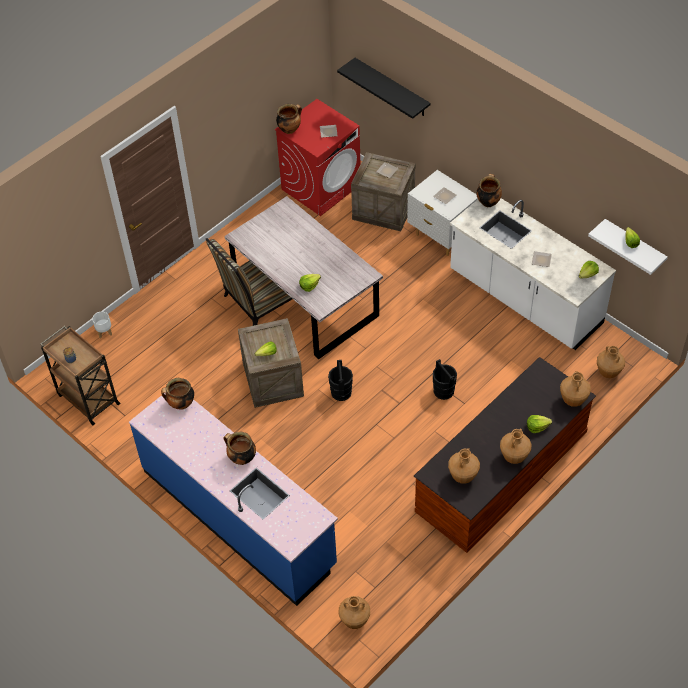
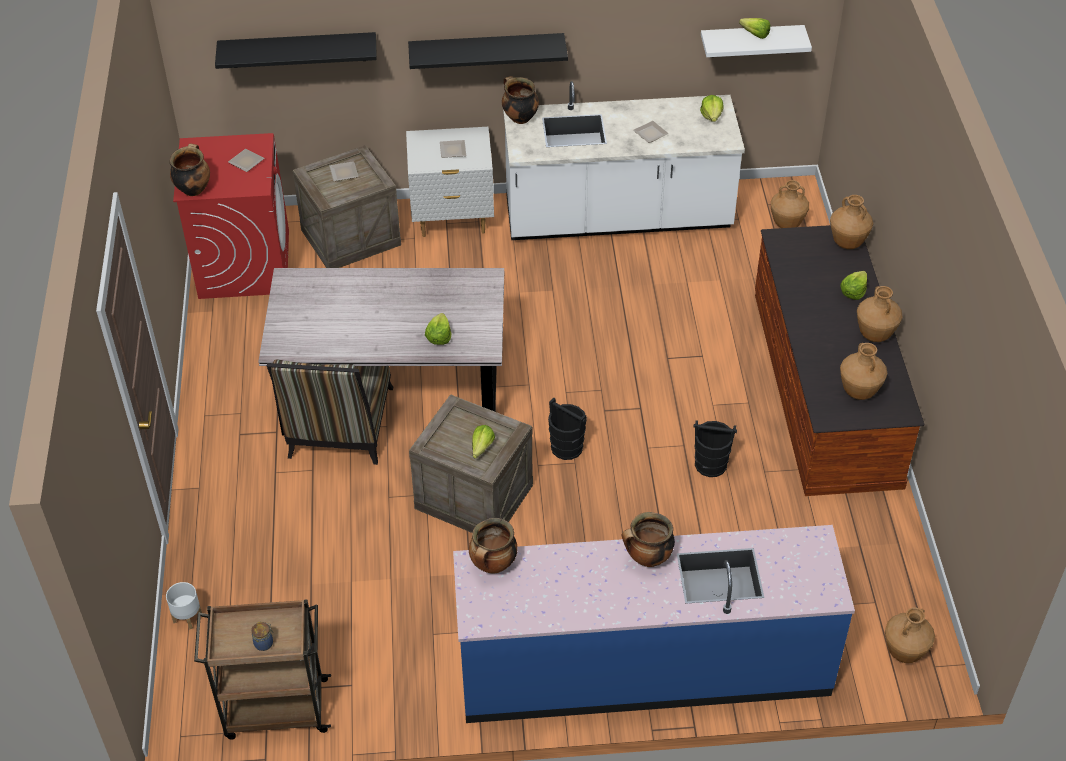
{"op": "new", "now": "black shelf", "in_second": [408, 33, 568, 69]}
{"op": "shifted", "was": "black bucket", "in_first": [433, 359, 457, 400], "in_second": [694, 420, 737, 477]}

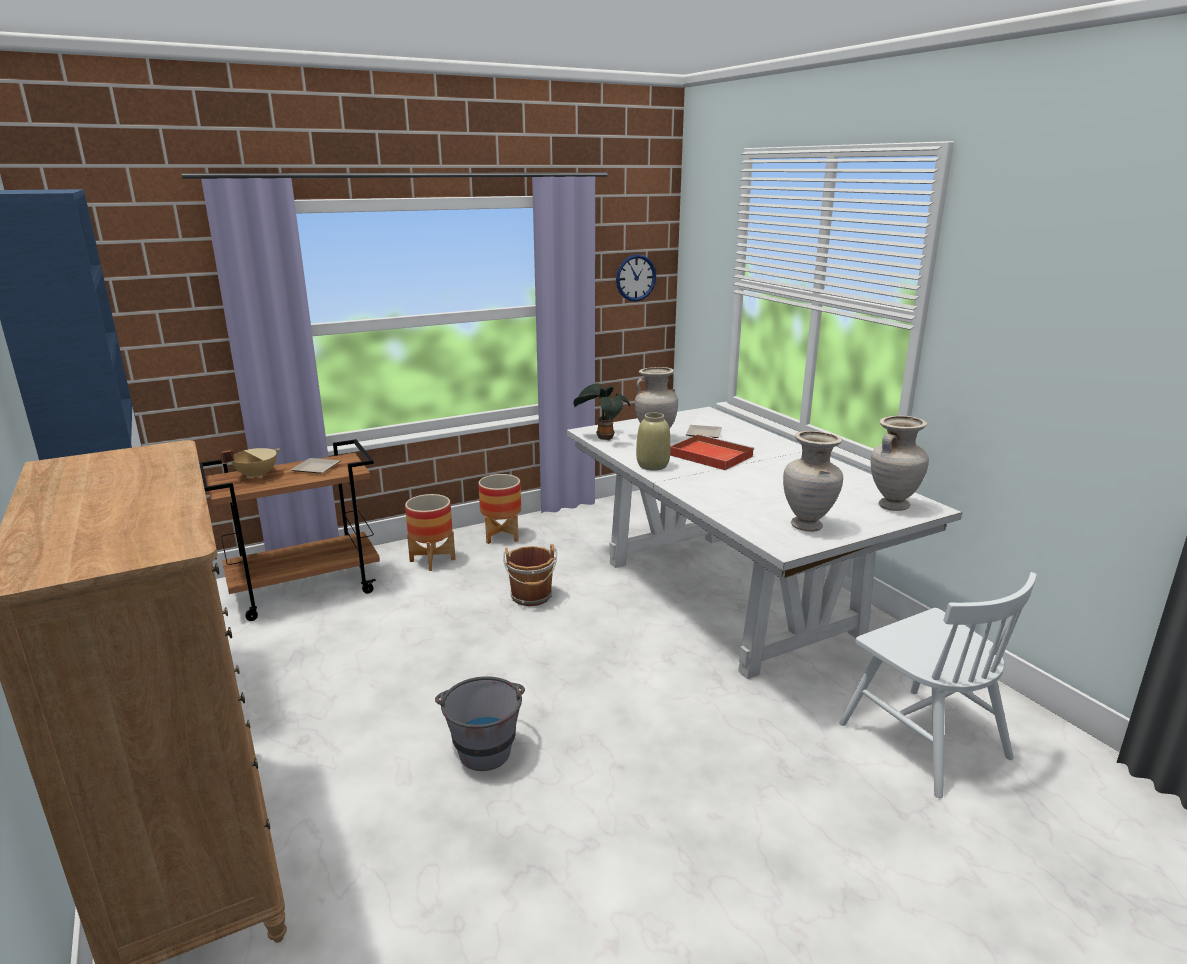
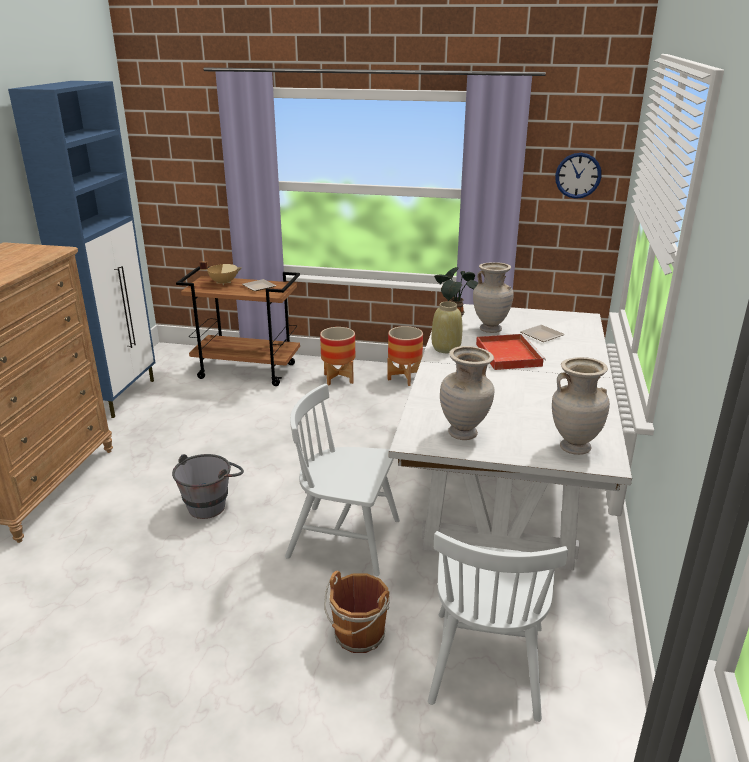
{"op": "new", "now": "white chair", "in_second": [285, 384, 400, 576]}
{"op": "shifted", "was": "brown bucket", "in_first": [503, 544, 557, 606], "in_second": [324, 571, 390, 653]}

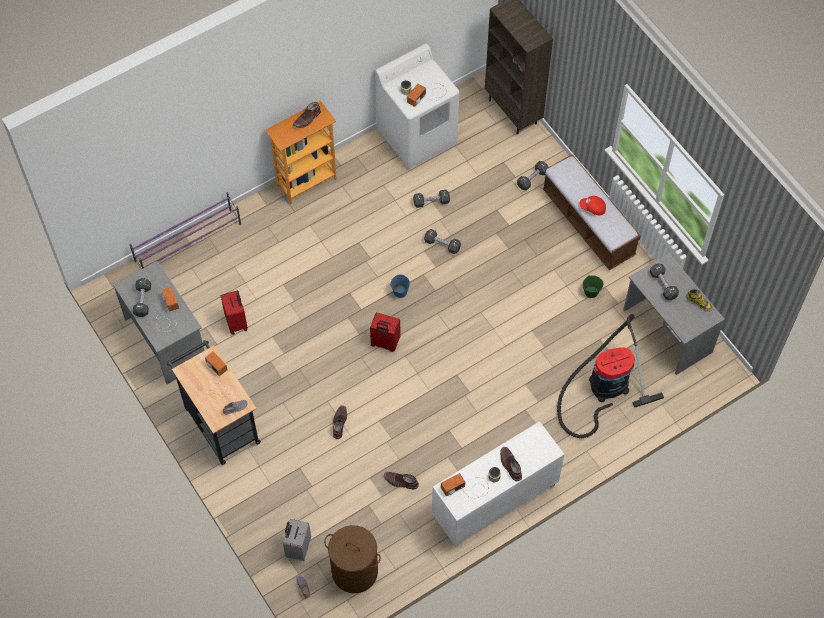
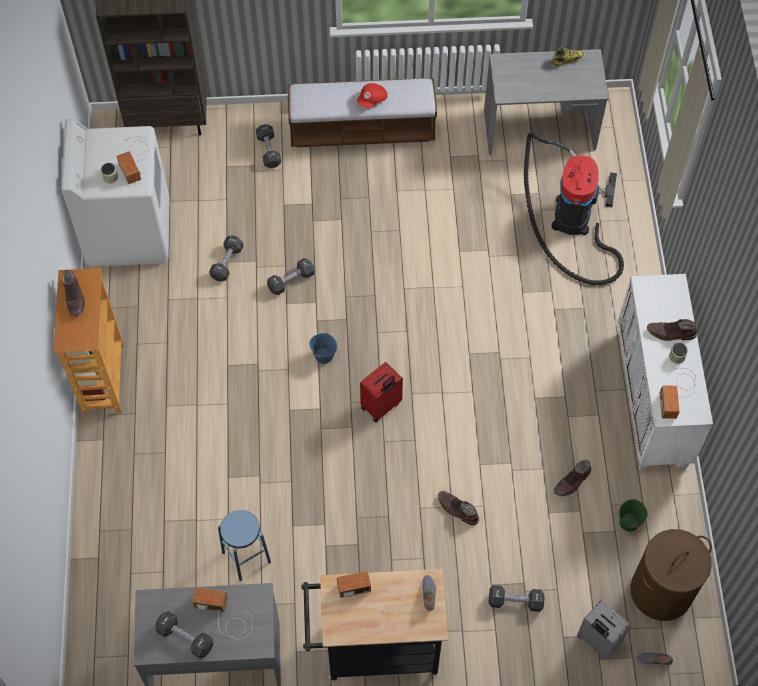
{"op": "gone", "was": "purple shoe rack", "in_first": [130, 192, 241, 269]}
{"op": "shifted", "was": "green bucket", "in_first": [582, 275, 604, 298], "in_second": [619, 499, 647, 532]}
{"op": "shifted", "was": "black dumbbell", "in_first": [650, 264, 679, 300], "in_second": [489, 585, 545, 612]}
{"op": "swapped", "was": "red suitcase", "now": "blue stool", "in_first": [221, 290, 248, 335], "in_second": [218, 510, 271, 581]}

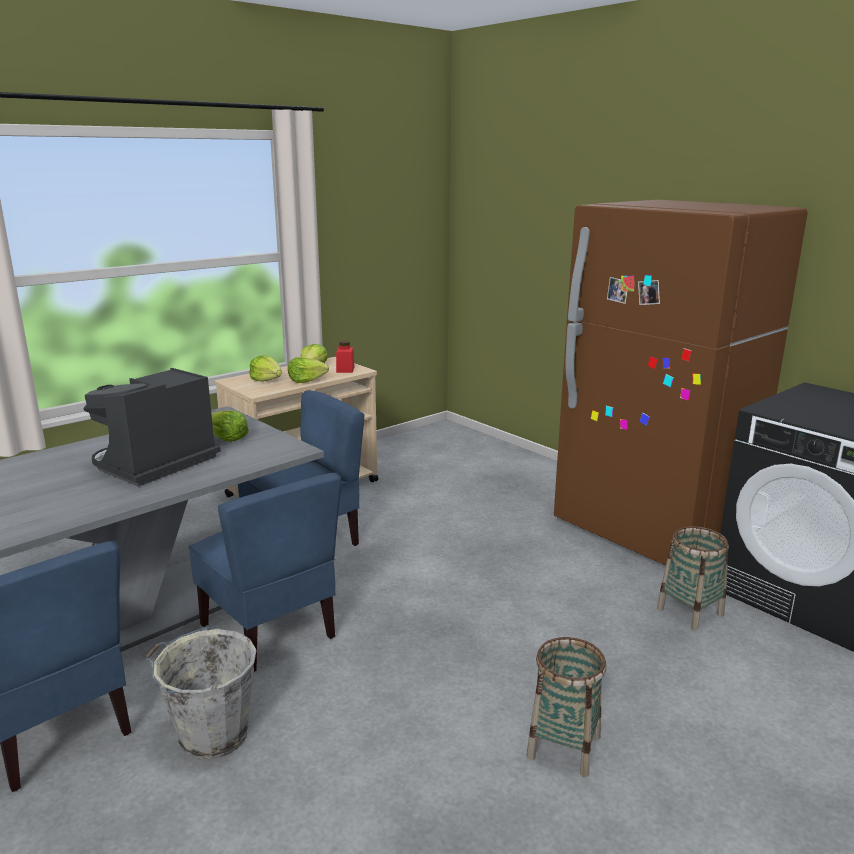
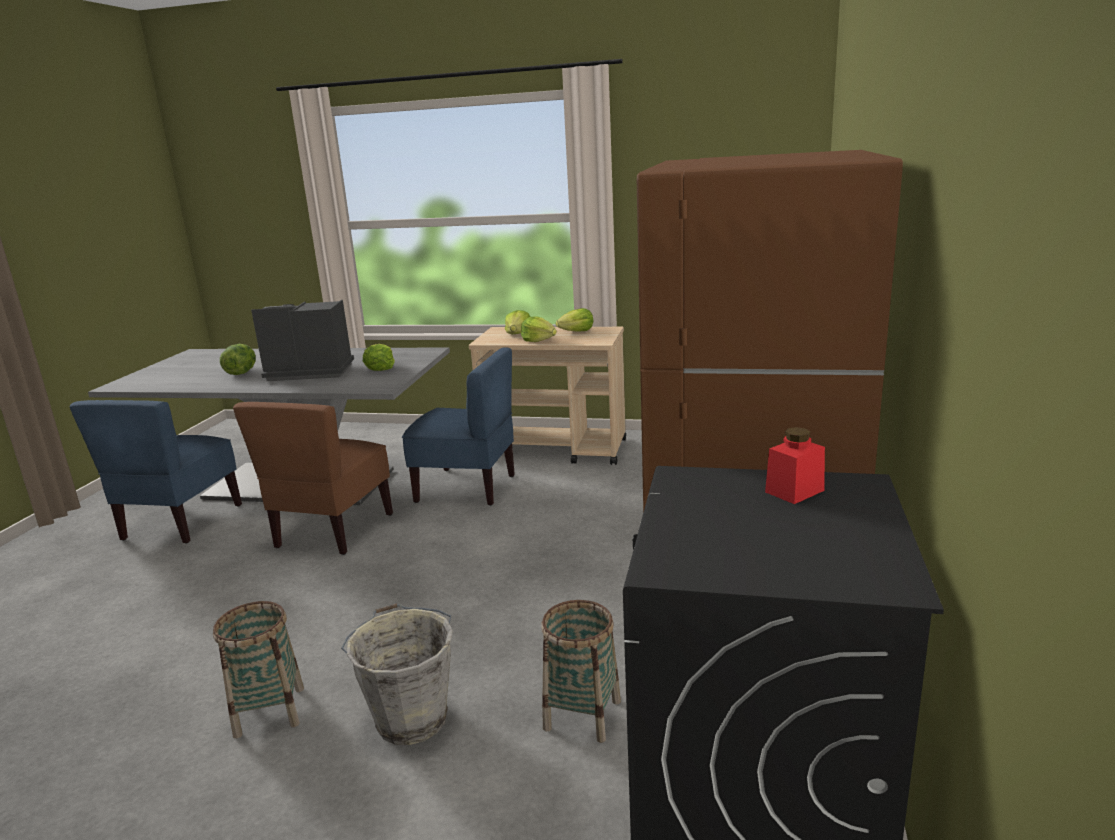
{"op": "new", "now": "lettuce", "in_second": [220, 344, 256, 375]}
{"op": "shifted", "was": "grey bucket", "in_first": [145, 626, 257, 760], "in_second": [341, 603, 453, 745]}
{"op": "shifted", "was": "red jar", "in_first": [336, 341, 355, 373], "in_second": [765, 427, 825, 504]}
{"op": "repainted", "was": "blue chair", "now": "brown chair", "in_first": [189, 473, 342, 672], "in_second": [233, 402, 393, 555]}

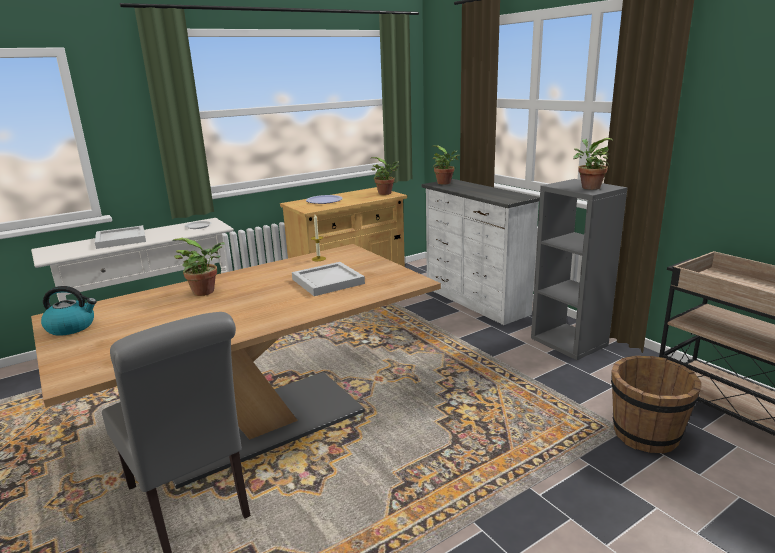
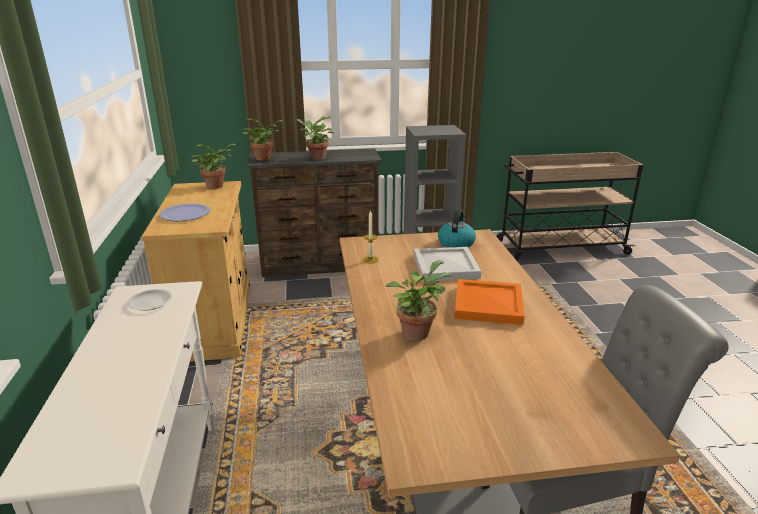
{"op": "gone", "was": "white tray", "in_first": [95, 225, 146, 249]}
{"op": "gone", "was": "brown bucket", "in_first": [611, 356, 701, 454]}
{"op": "new", "now": "orange tray", "in_second": [454, 279, 525, 325]}
{"op": "shifted", "was": "kettle", "in_first": [41, 286, 97, 336], "in_second": [438, 209, 476, 248]}
{"op": "shifted", "was": "potted plant", "in_first": [573, 138, 612, 190], "in_second": [296, 116, 334, 160]}
{"op": "repainted", "was": "white dresser", "now": "brown dresser", "in_first": [421, 179, 540, 325], "in_second": [247, 149, 381, 277]}

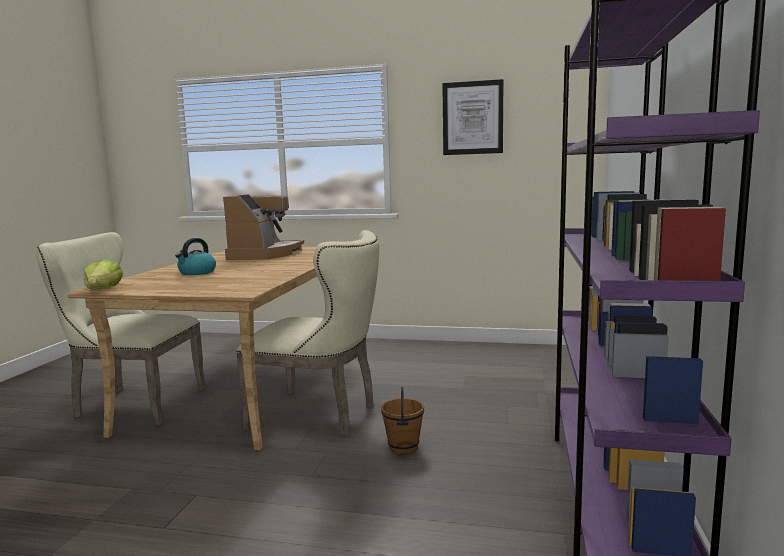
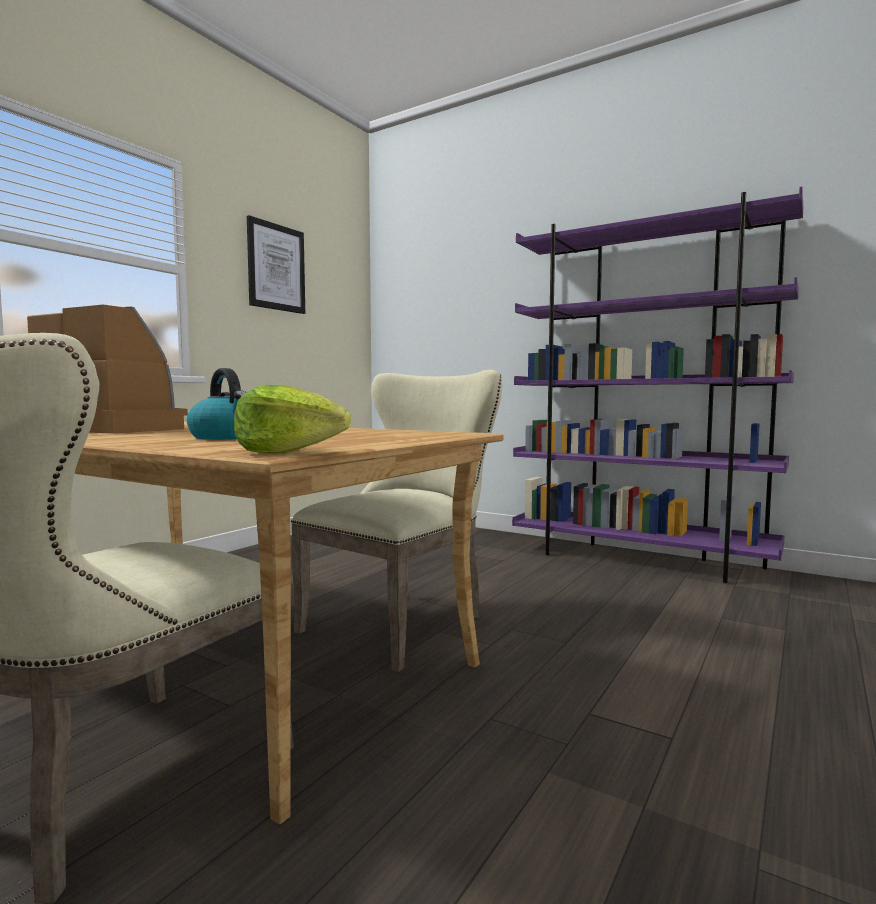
{"op": "gone", "was": "brown bucket", "in_first": [381, 387, 424, 454]}

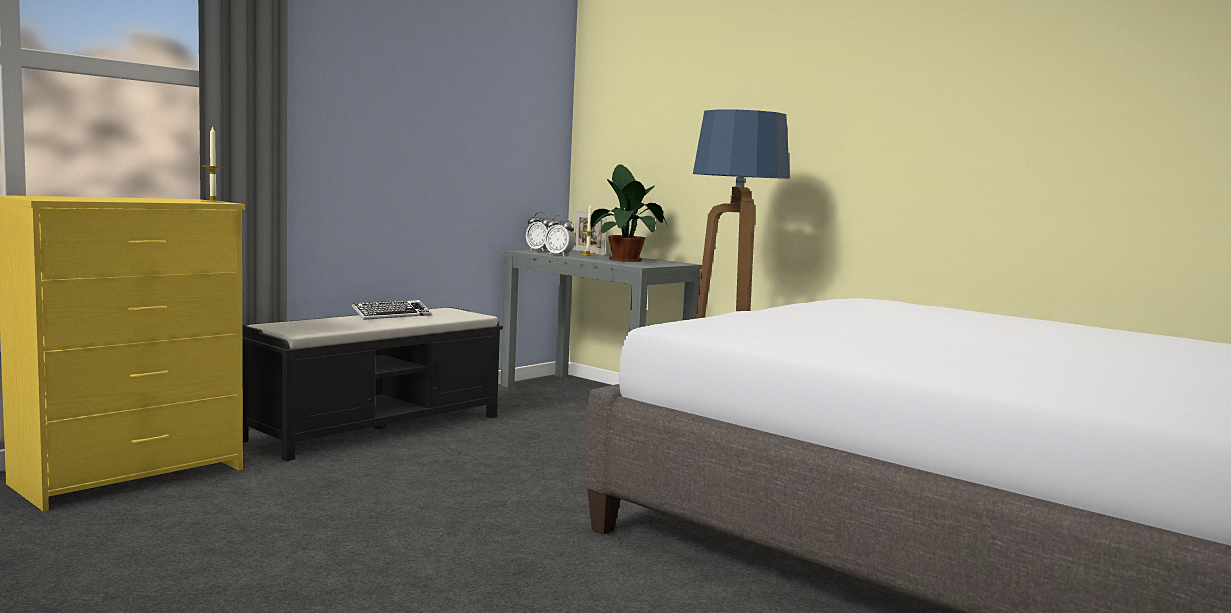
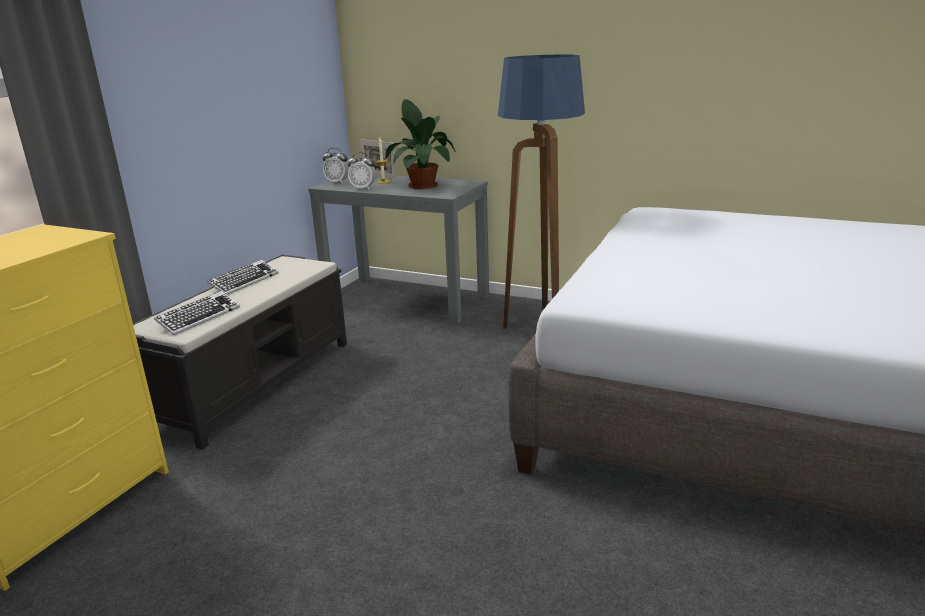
{"op": "gone", "was": "candle", "in_first": [201, 126, 225, 203]}
{"op": "new", "now": "keyboard", "in_second": [154, 291, 240, 335]}

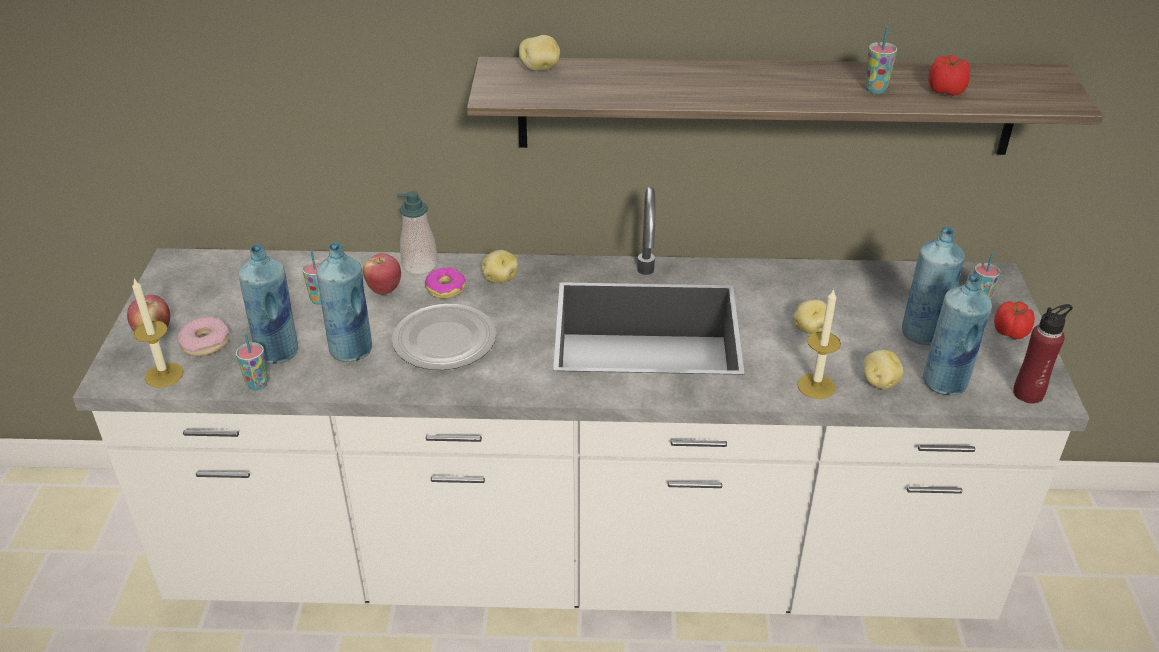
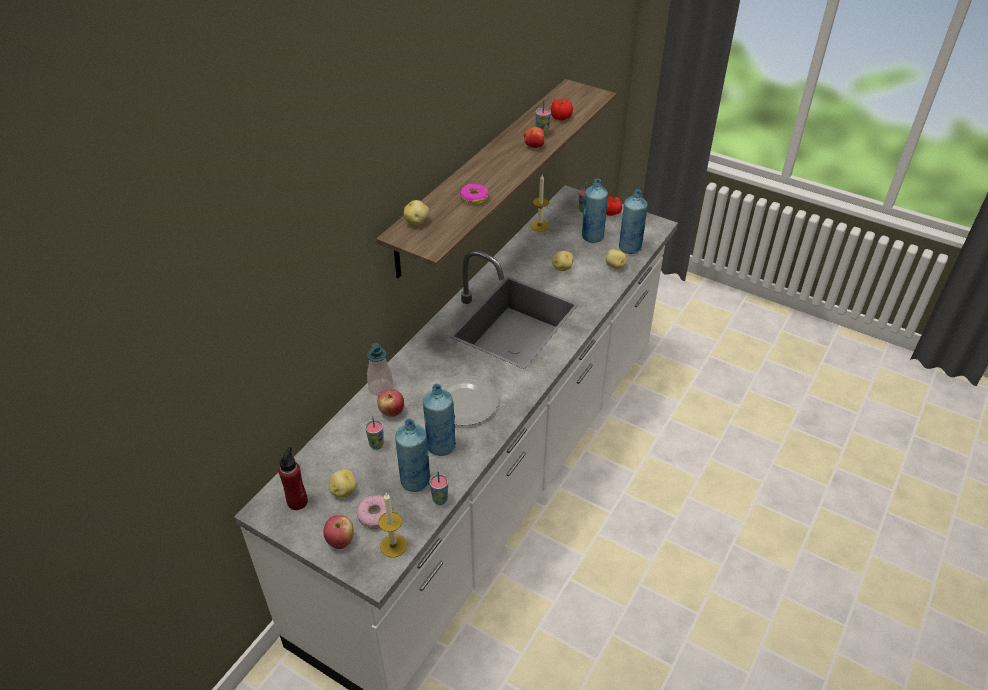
{"op": "new", "now": "apple", "in_second": [524, 127, 544, 148]}
{"op": "shifted", "was": "donut", "in_first": [425, 267, 466, 299], "in_second": [460, 184, 488, 205]}
{"op": "shifted", "was": "potato", "in_first": [481, 250, 518, 283], "in_second": [329, 469, 356, 498]}
{"op": "shifted", "was": "candle", "in_first": [797, 289, 841, 399], "in_second": [531, 175, 549, 232]}
{"op": "shifted", "was": "red bottle", "in_first": [1013, 304, 1073, 404], "in_second": [279, 447, 308, 510]}

